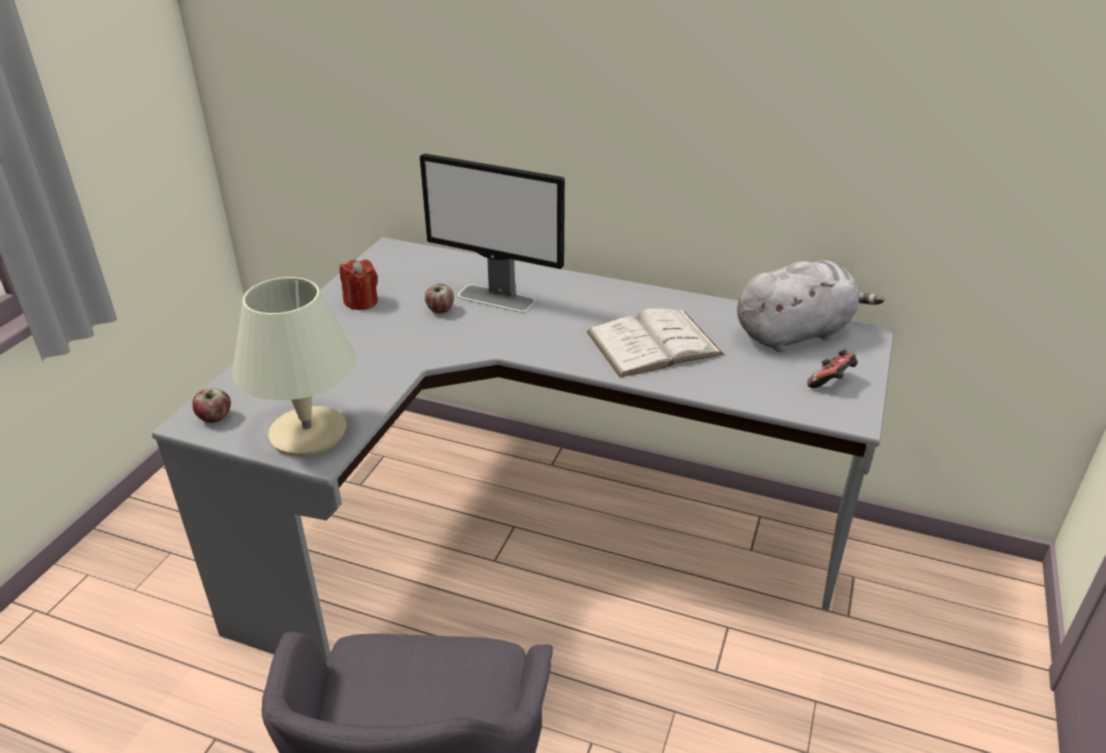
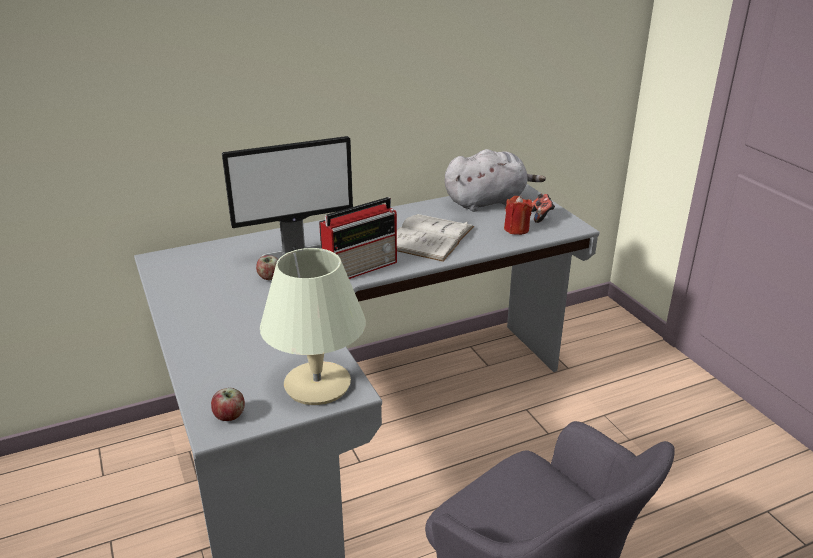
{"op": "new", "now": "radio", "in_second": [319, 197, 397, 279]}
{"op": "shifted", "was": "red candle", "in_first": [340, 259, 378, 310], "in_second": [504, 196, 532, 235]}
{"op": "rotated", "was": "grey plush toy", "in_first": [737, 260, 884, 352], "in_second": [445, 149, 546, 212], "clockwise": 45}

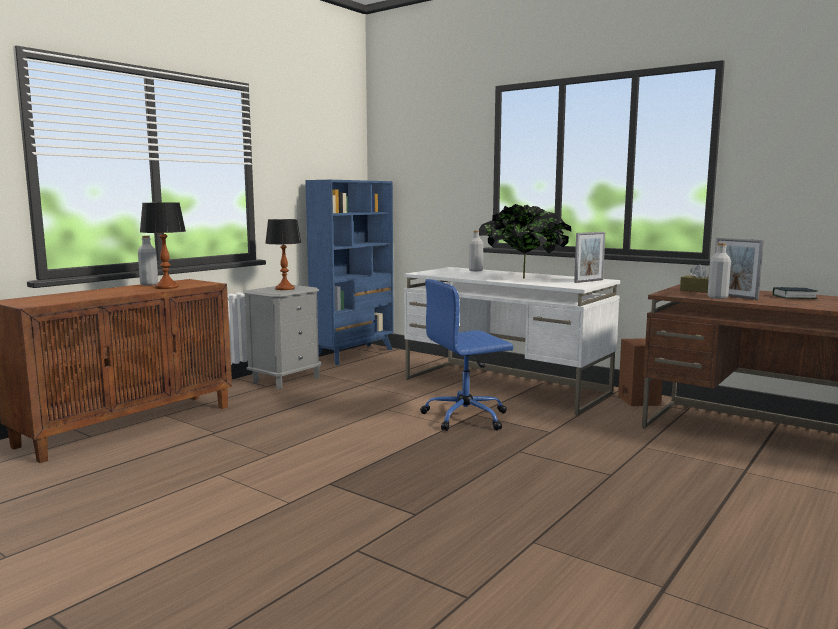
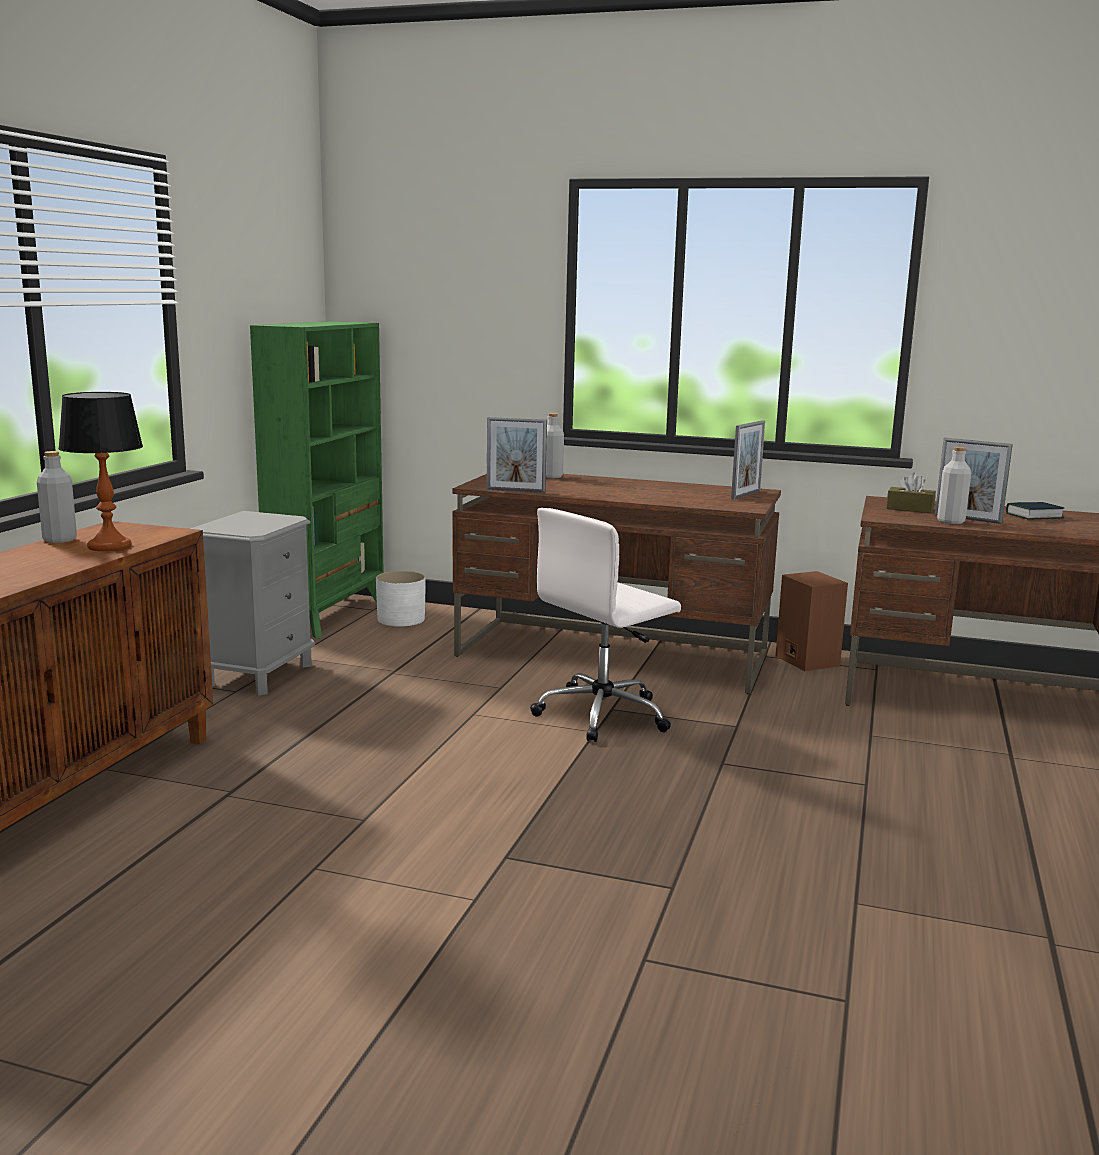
{"op": "gone", "was": "table lamp", "in_first": [265, 219, 301, 290]}
{"op": "gone", "was": "potted plant", "in_first": [479, 204, 571, 278]}
{"op": "new", "now": "white planter", "in_second": [376, 571, 425, 627]}
{"op": "new", "now": "picture frame", "in_second": [487, 417, 547, 493]}
{"op": "repainted", "was": "blue bookcase", "now": "green bookcase", "in_first": [305, 180, 394, 365], "in_second": [250, 321, 384, 639]}
{"op": "repainted", "was": "white desk", "now": "brown desk", "in_first": [404, 267, 620, 415], "in_second": [452, 474, 781, 694]}
{"op": "repainted", "was": "blue office chair", "now": "white office chair", "in_first": [420, 279, 513, 431], "in_second": [530, 508, 681, 742]}

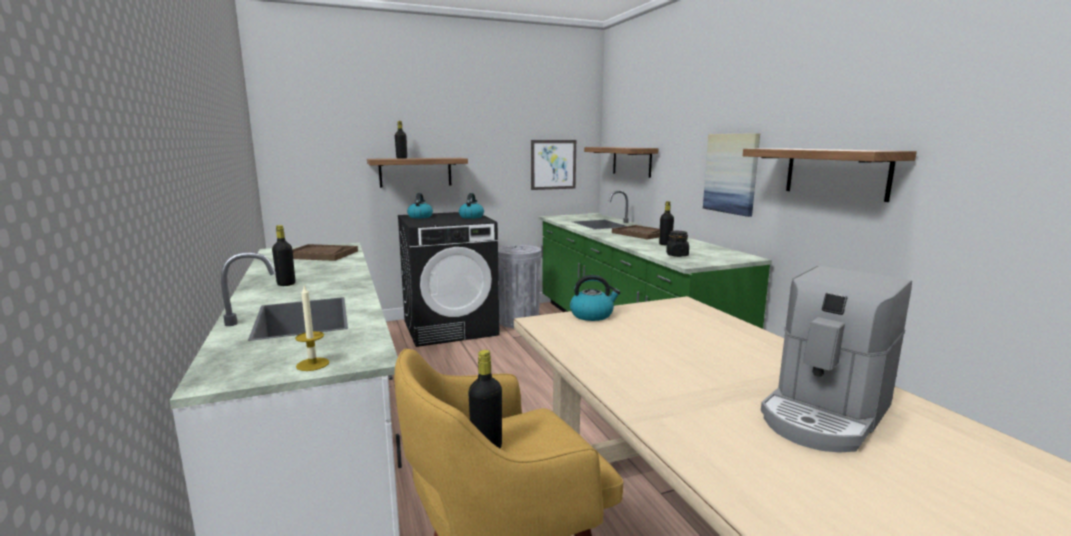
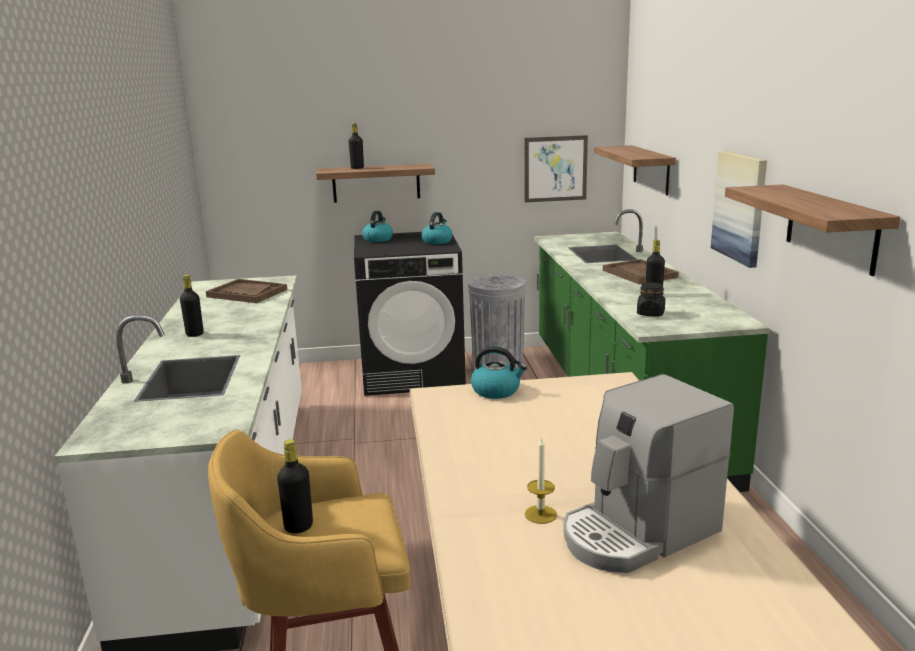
{"op": "shifted", "was": "candle", "in_first": [295, 286, 329, 371], "in_second": [525, 437, 557, 524]}

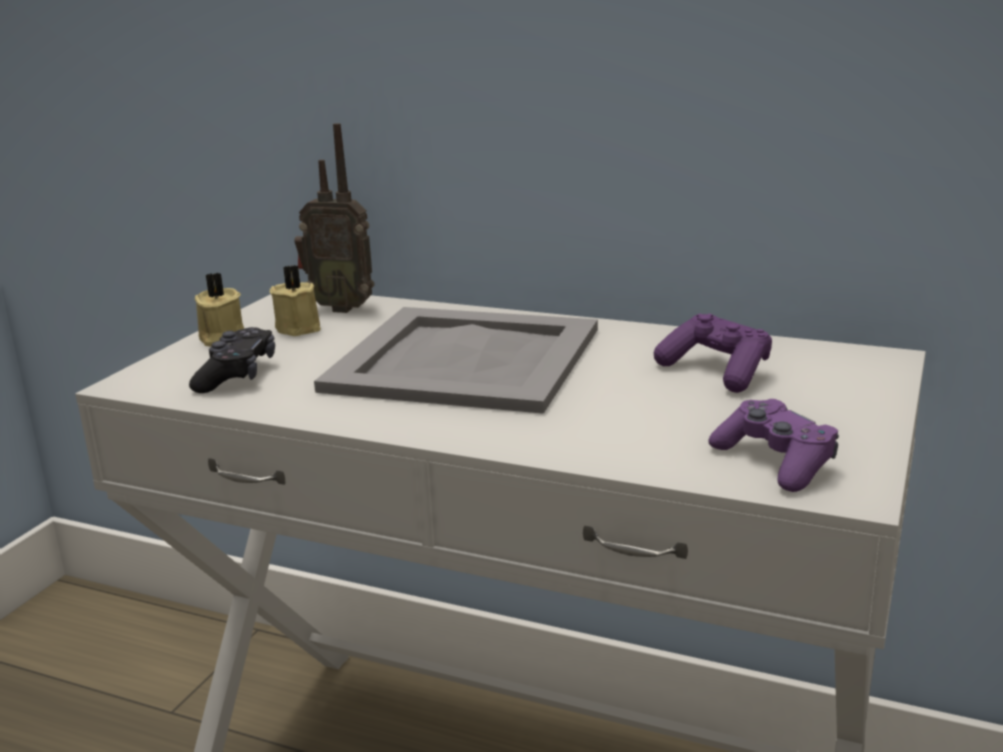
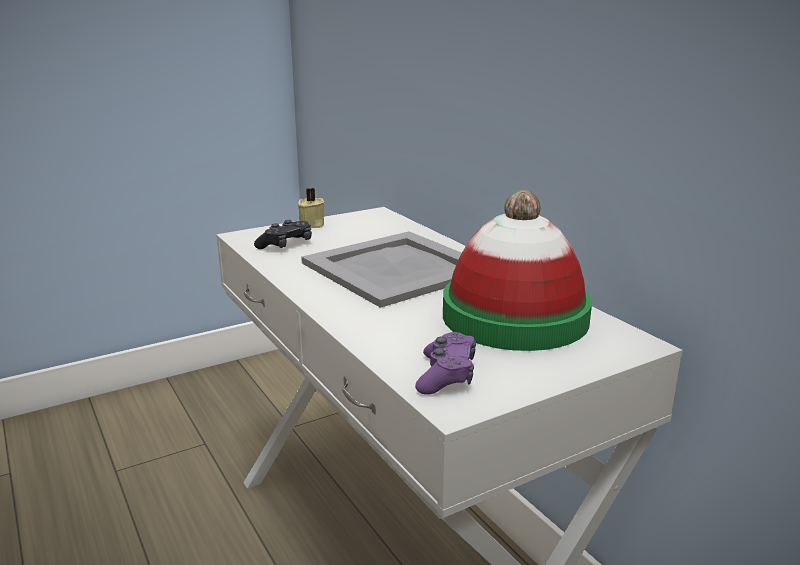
{"op": "gone", "was": "beige candle", "in_first": [270, 265, 321, 336]}
{"op": "gone", "was": "radio", "in_first": [294, 123, 374, 313]}
{"op": "swapped", "was": "purple game controller", "now": "hat", "in_first": [654, 313, 772, 393], "in_second": [443, 190, 592, 351]}

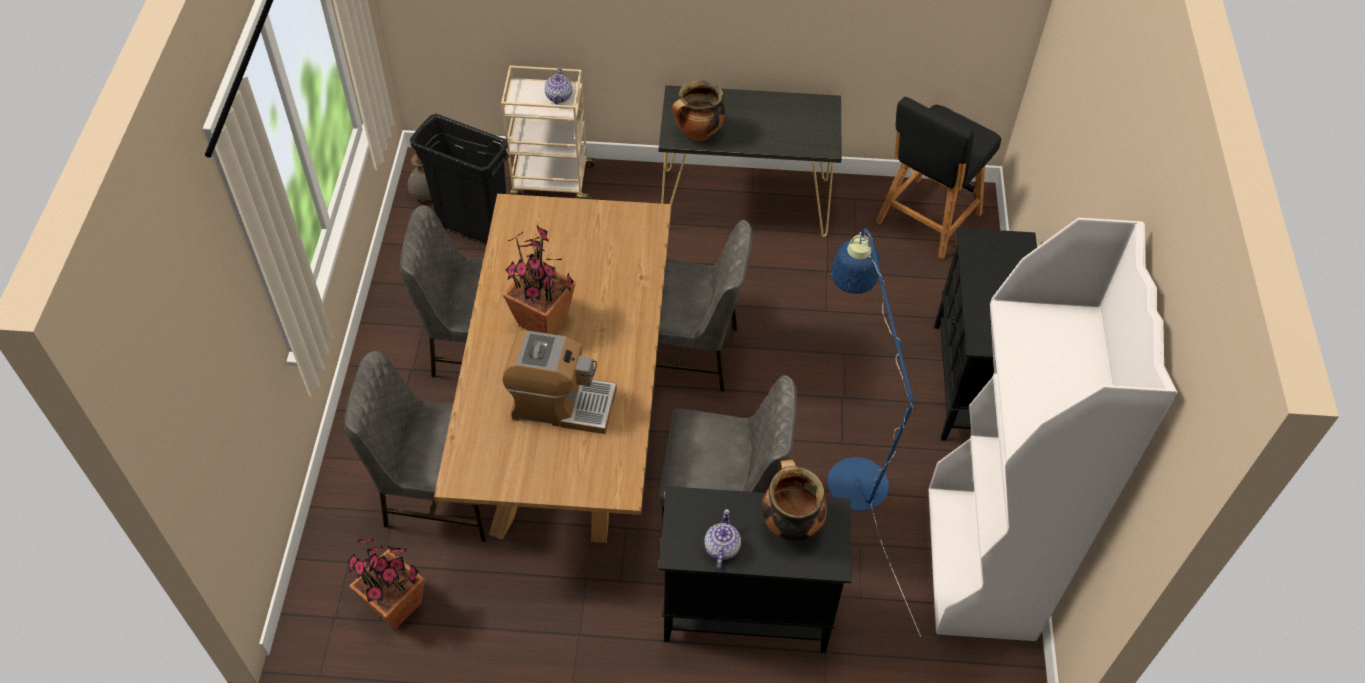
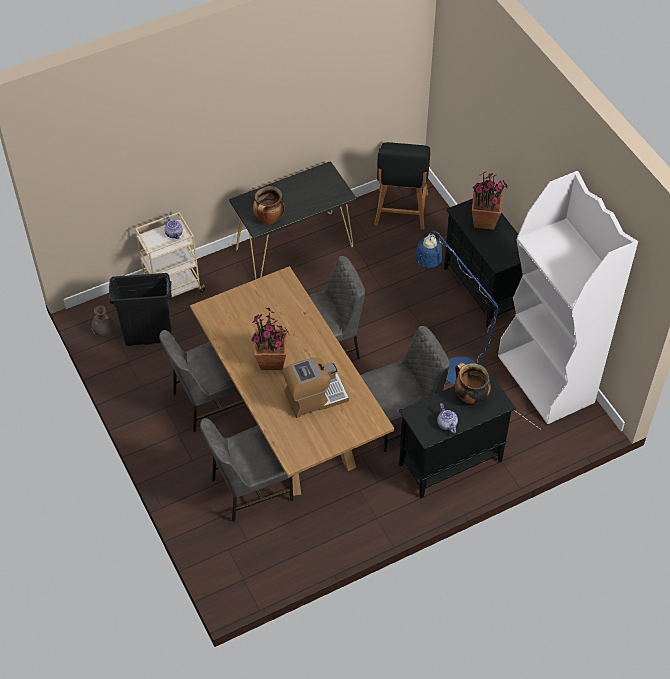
{"op": "shifted", "was": "potted plant", "in_first": [348, 538, 425, 629], "in_second": [472, 171, 508, 230]}

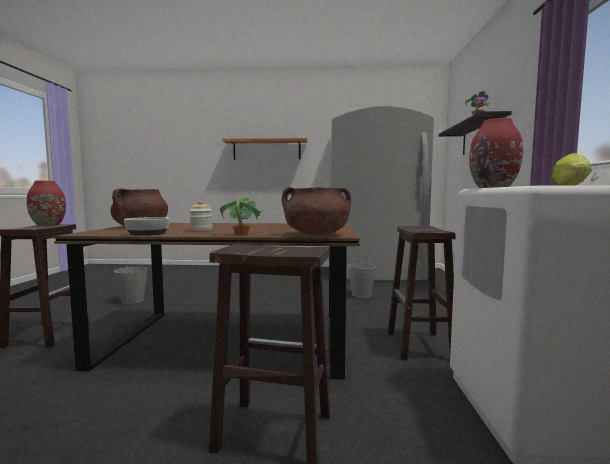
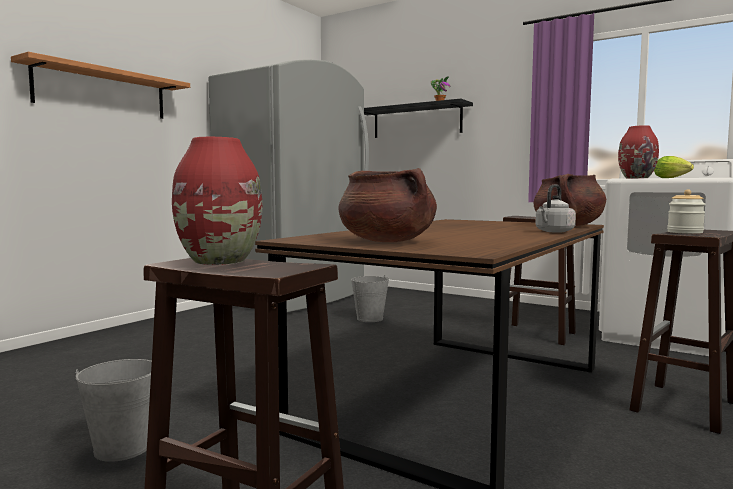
{"op": "gone", "was": "bowl", "in_first": [124, 217, 170, 236]}
{"op": "shifted", "was": "jar", "in_first": [189, 201, 212, 231], "in_second": [667, 189, 706, 234]}
{"op": "swapped", "was": "potted plant", "now": "grey kettle", "in_first": [220, 197, 262, 236], "in_second": [535, 185, 576, 233]}

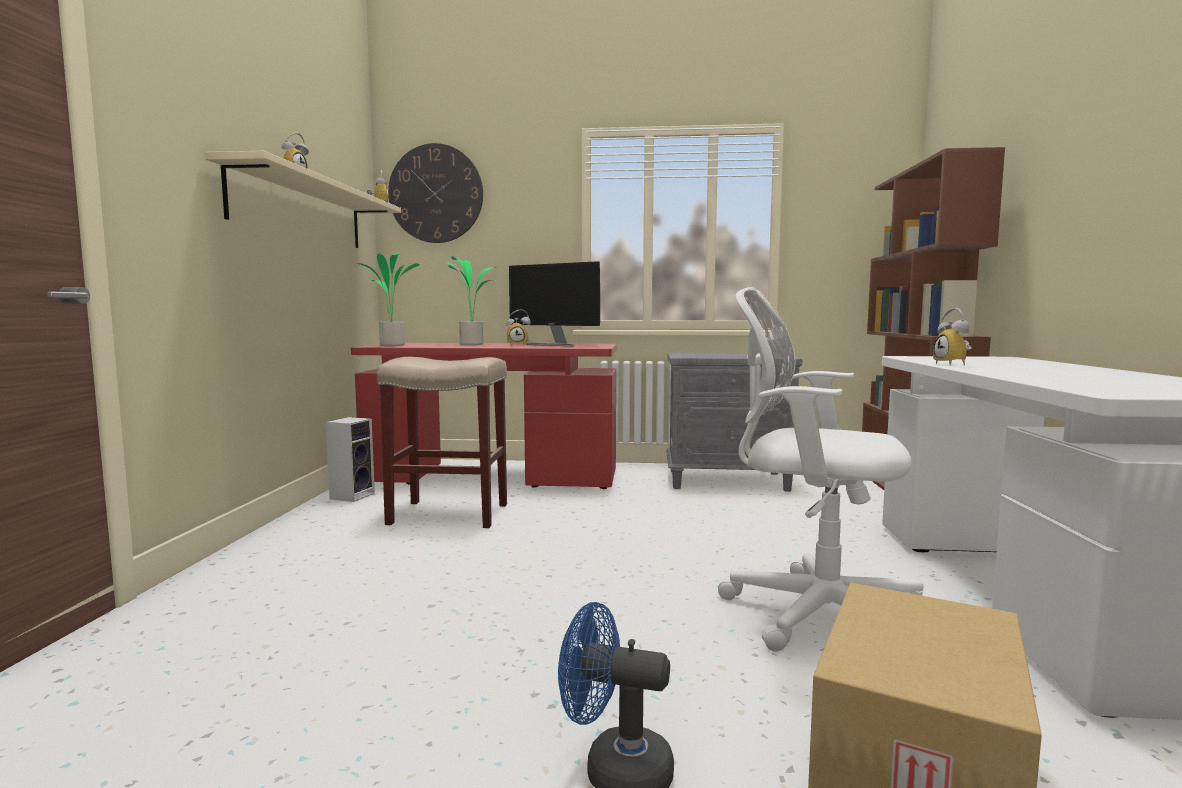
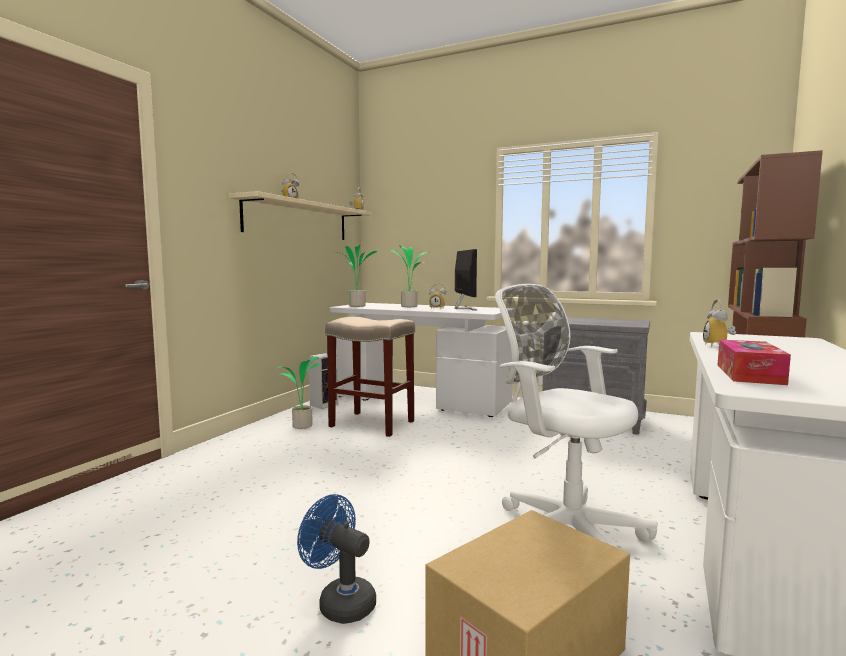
{"op": "gone", "was": "wall clock", "in_first": [388, 143, 483, 243]}
{"op": "new", "now": "potted plant", "in_second": [277, 356, 319, 429]}
{"op": "new", "now": "tissue box", "in_second": [718, 339, 791, 385]}
{"op": "repainted", "was": "red desk", "now": "white desk", "in_first": [351, 343, 617, 489], "in_second": [330, 303, 513, 417]}
{"op": "rotated", "was": "monitor", "in_first": [509, 261, 600, 346], "in_second": [455, 249, 477, 311], "clockwise": -150}

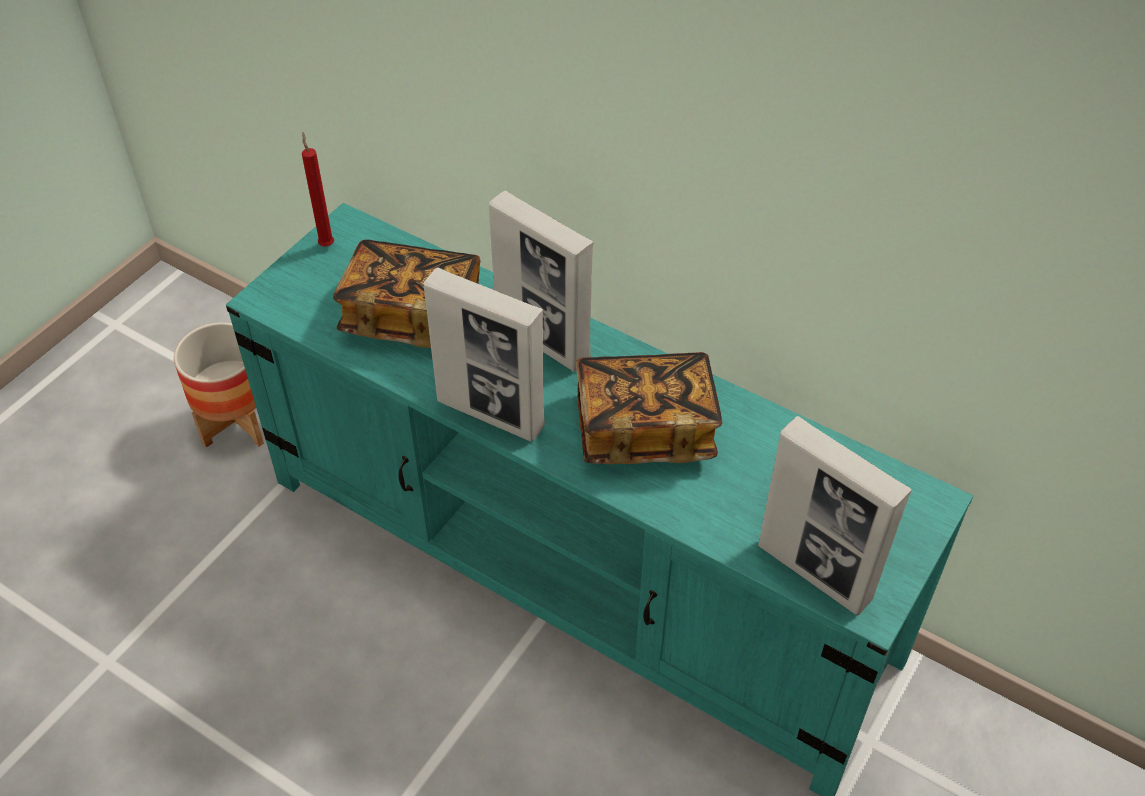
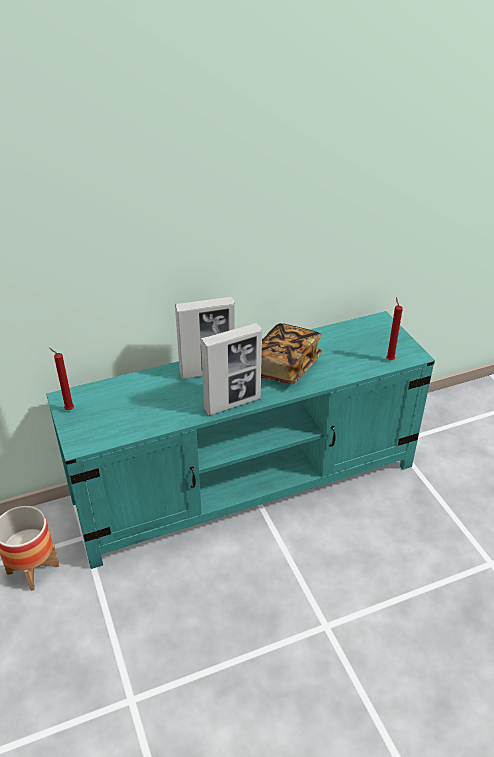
{"op": "gone", "was": "book", "in_first": [333, 239, 480, 348]}
{"op": "swapped", "was": "picture frame", "now": "red candle", "in_first": [758, 416, 912, 615], "in_second": [386, 297, 403, 361]}

